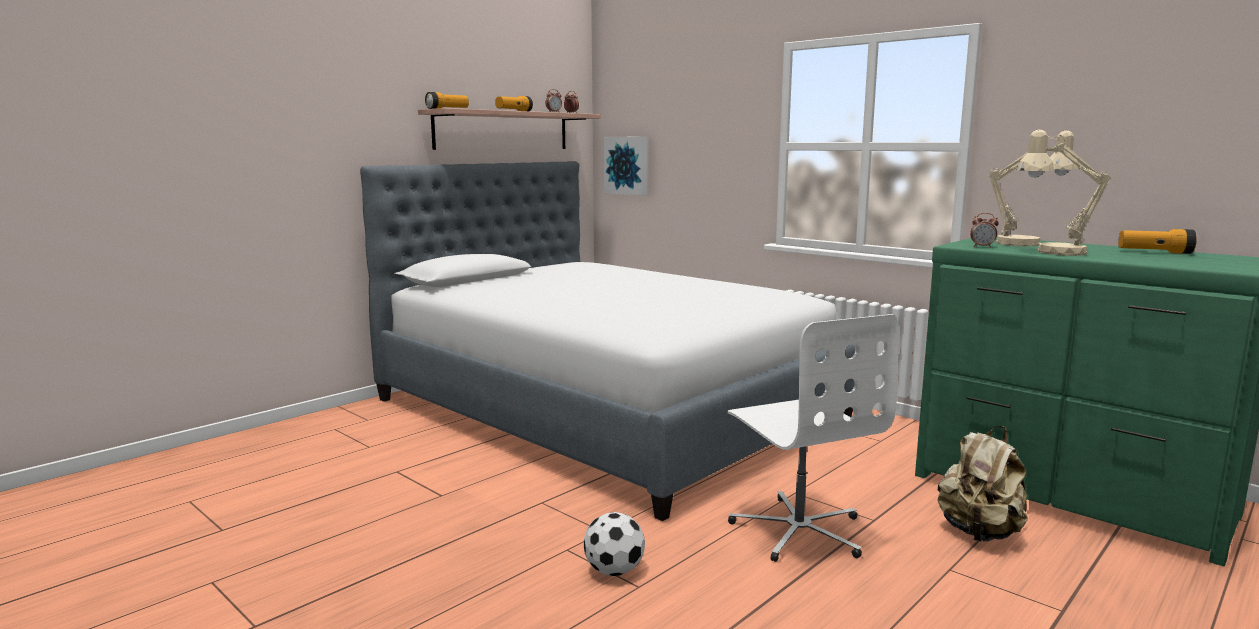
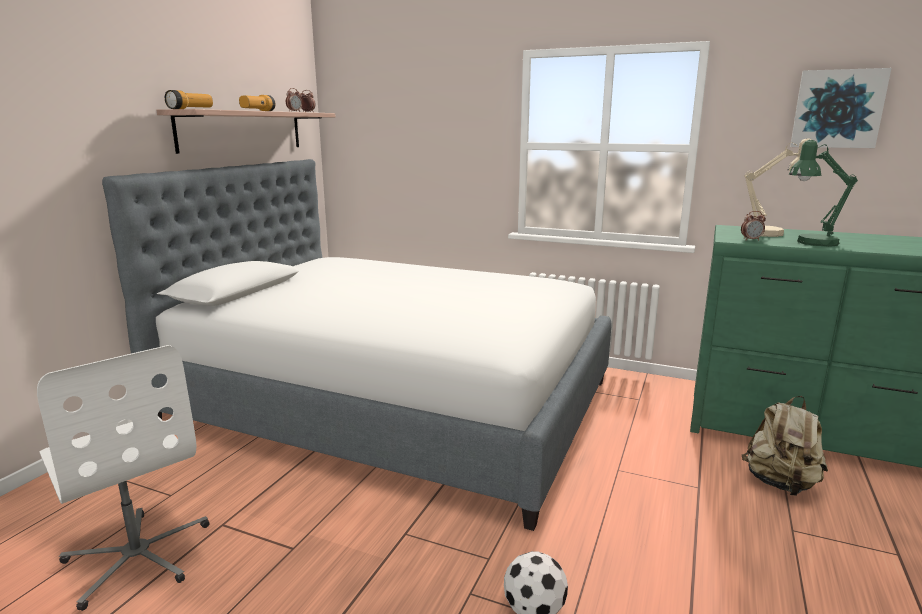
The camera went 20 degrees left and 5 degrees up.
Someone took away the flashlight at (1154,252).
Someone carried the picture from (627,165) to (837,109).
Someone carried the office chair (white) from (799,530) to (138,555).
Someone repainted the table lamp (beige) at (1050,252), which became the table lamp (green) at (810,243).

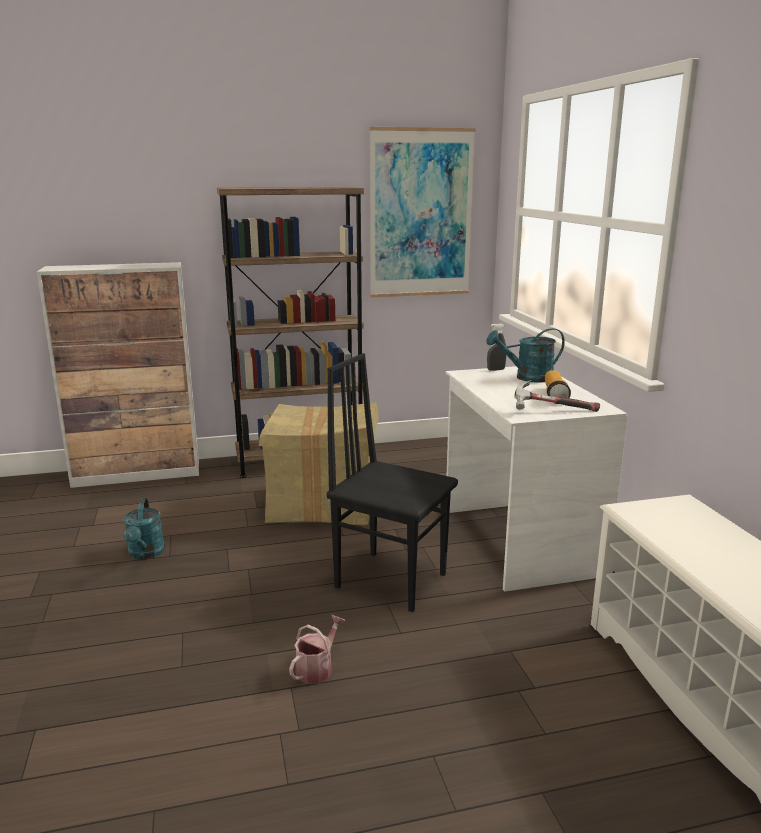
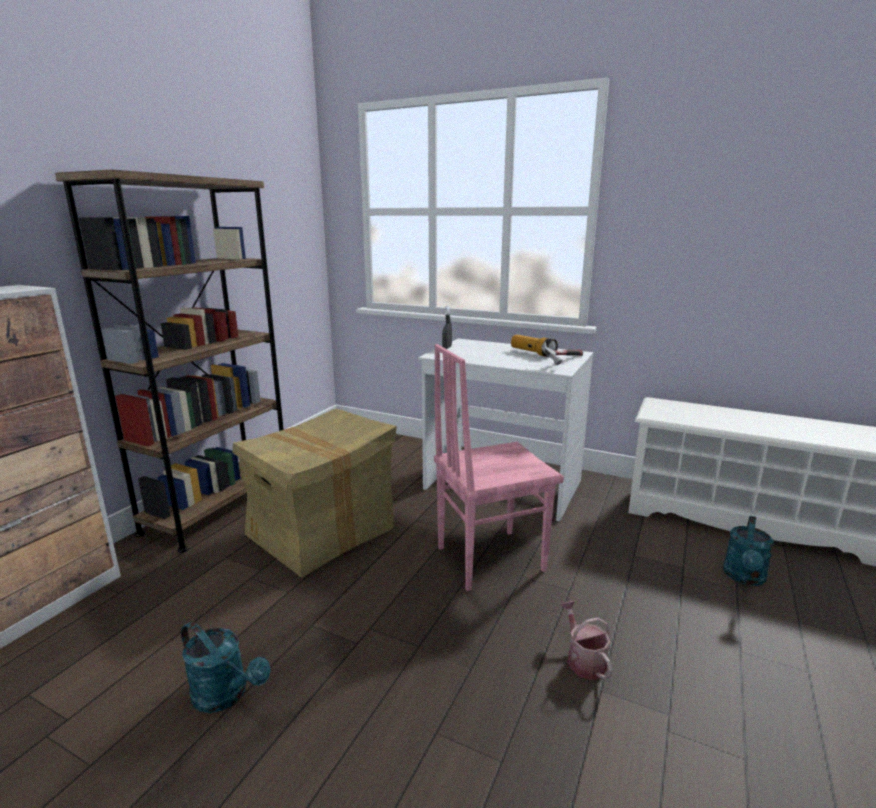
The camera went 50 degrees left and 0 degrees up.
Someone took away the picture at (421,214).
Someone carried the watering can (turquoise) from (527,378) to (744,578).
Someone repainted the chair (black) at (391,579), which became the chair (pink) at (488,558).

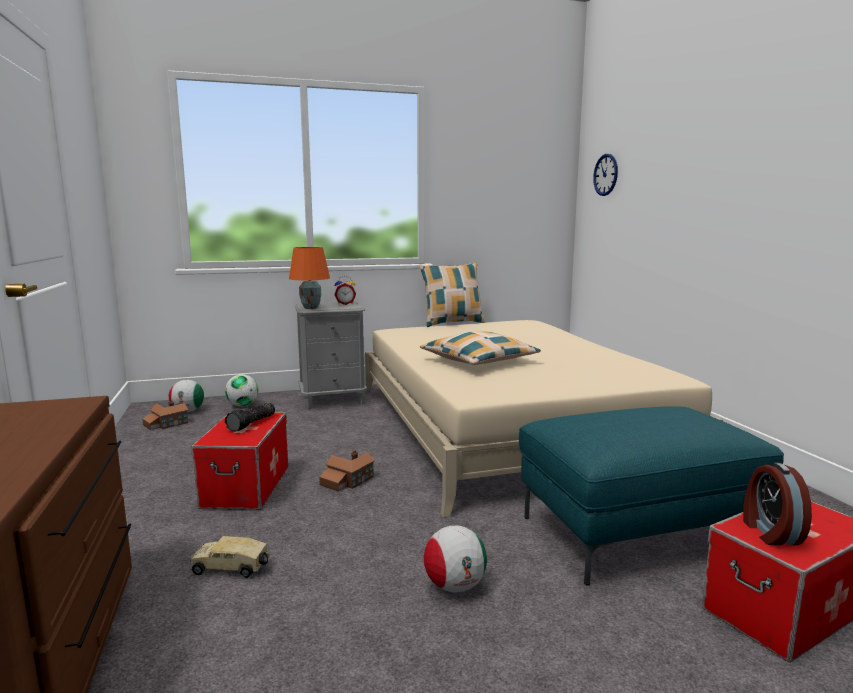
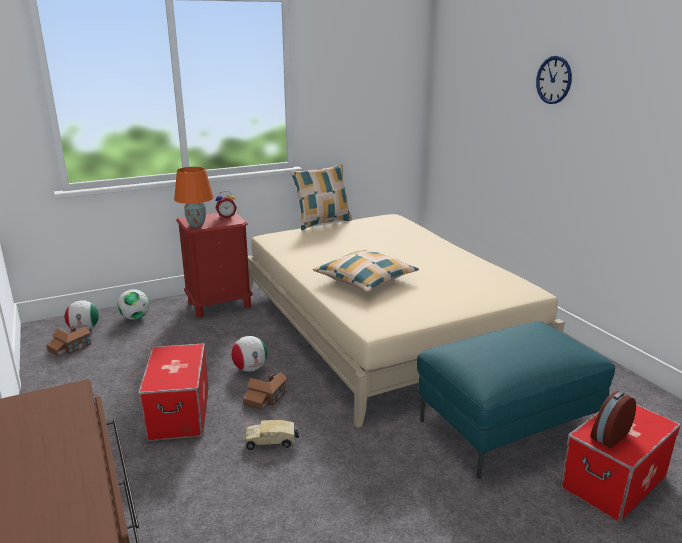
The camera went 10 degrees left and 10 degrees up.
Someone took away the flashlight at (252,424).
Someone carried the toy truck from (232,568) to (272,441).
Someone carried the football from (454,586) to (250,369).
Someone carried the wall clock from (605,175) to (554,80).
Someone repainted the nightstand (grey) at (333,400), which became the nightstand (red) at (220,304).
Someone rotated the alarm clock at (769,532) by 60 degrees clockwise.

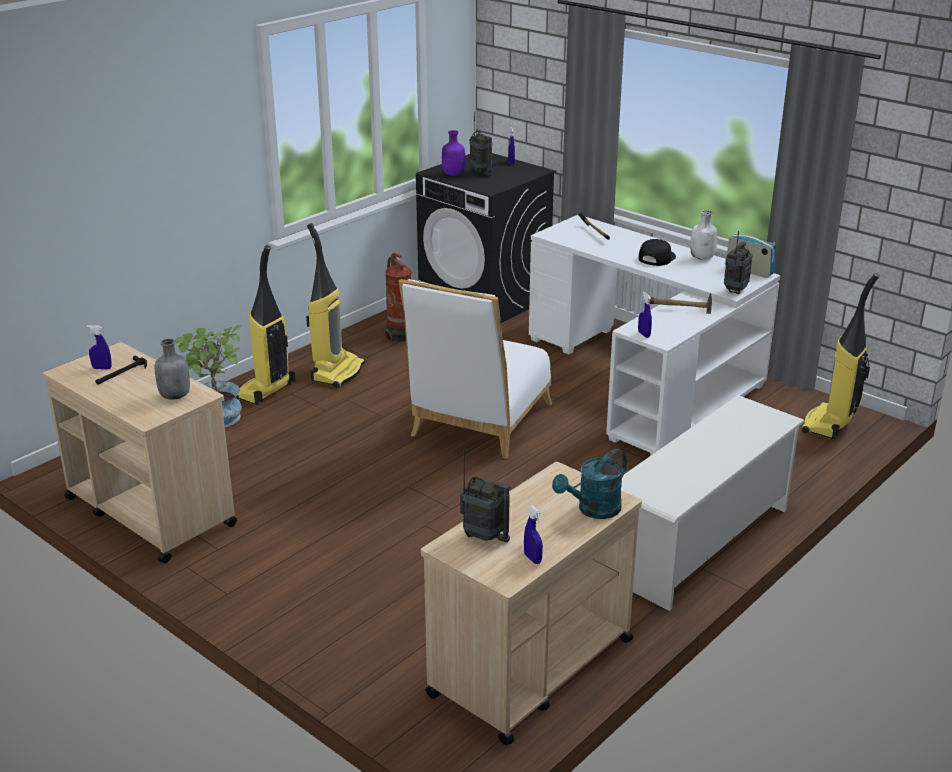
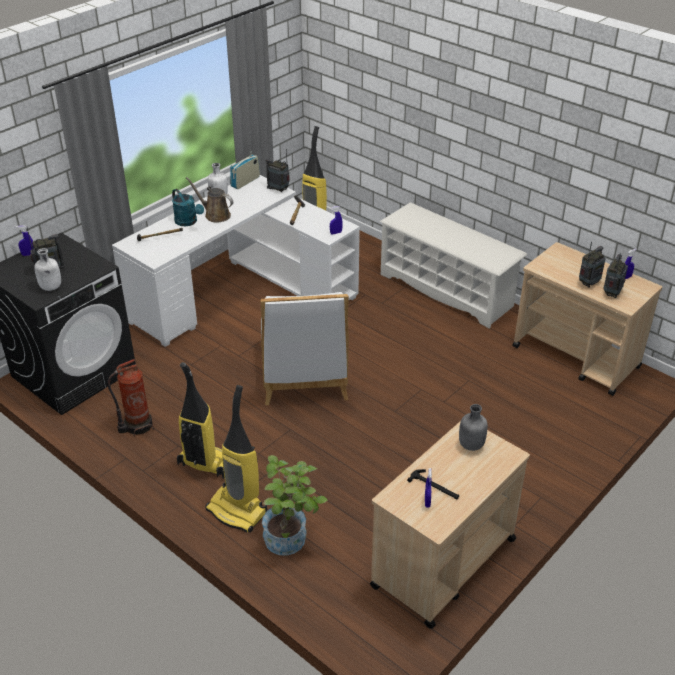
The camera went 90 degrees left and 10 degrees up.
Someone put down the radio at (588,283).
Someone carried the watering can (turquoise) from (593,510) to (188,222).
Someone swapped the cap (black) at (656,257) for the watering can (brown) at (215,215).
Someone repainted the bottle (purple) at (453,174), which became the bottle (white) at (51,287).
Someone rotated the chair (white) at (478,423) by 60 degrees clockwise.

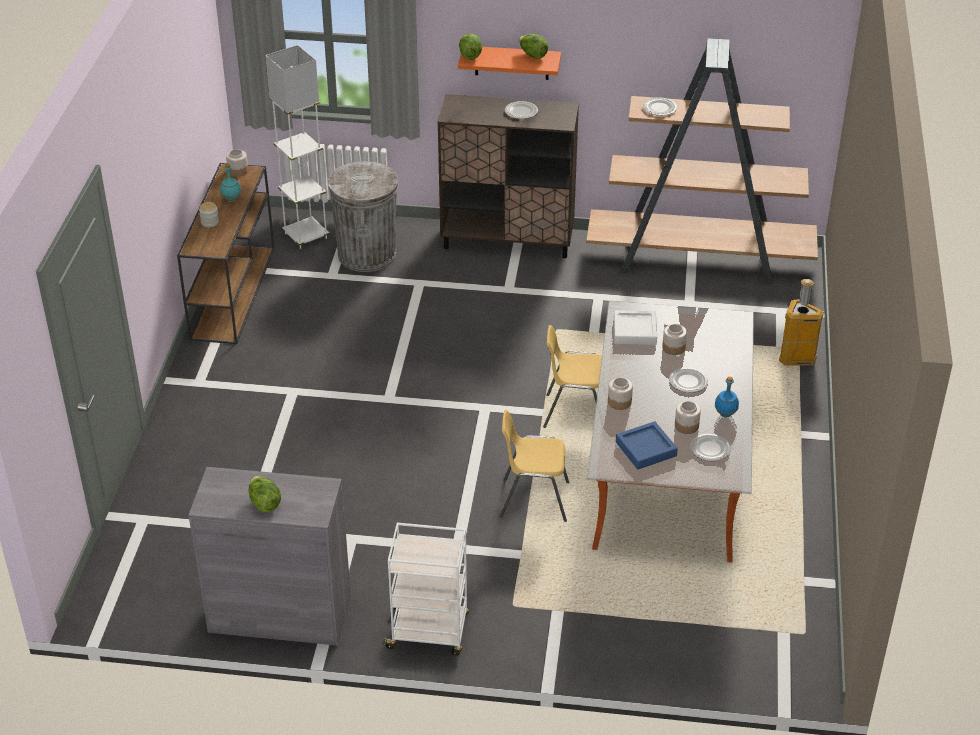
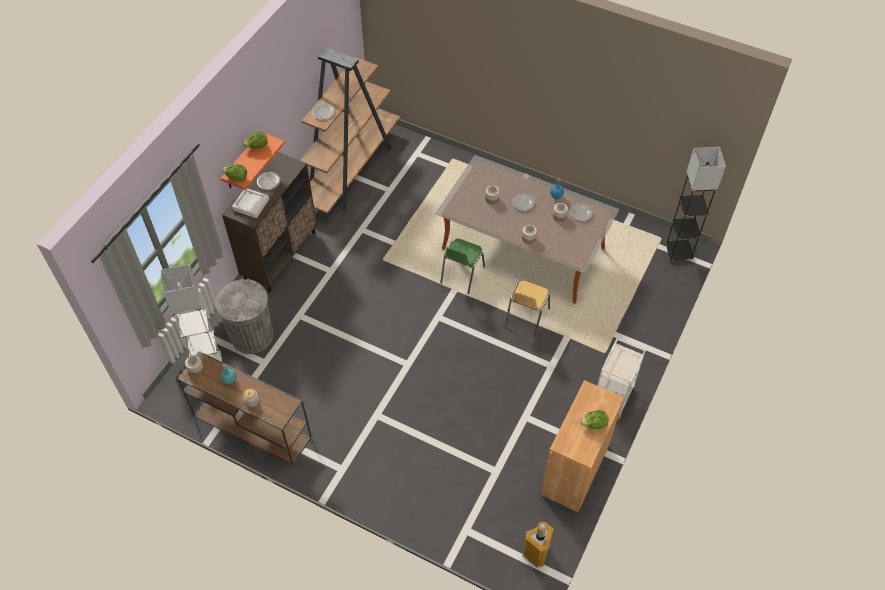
The camera went 70 degrees left and 15 degrees up.
Someone took away the tray (blue) at (646,449).
Someone put down the floor lamp (grey) at (678,252).
Someone carried the tray (white) from (635,331) to (251,205).
Someone carried the trash can from (796,359) to (537,553).
Someone repainted the cabinet (grey) at (280,614), which became the cabinet (brown) at (575,469).
Someone repainted the chair (yellow) at (575,413), which became the chair (green) at (461,275).

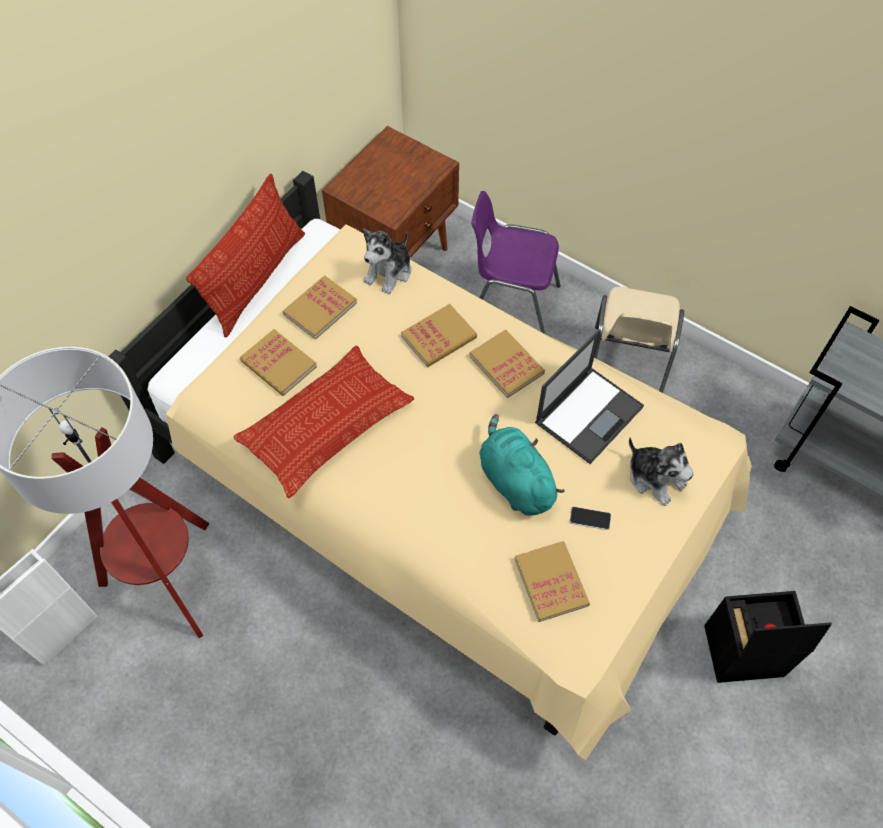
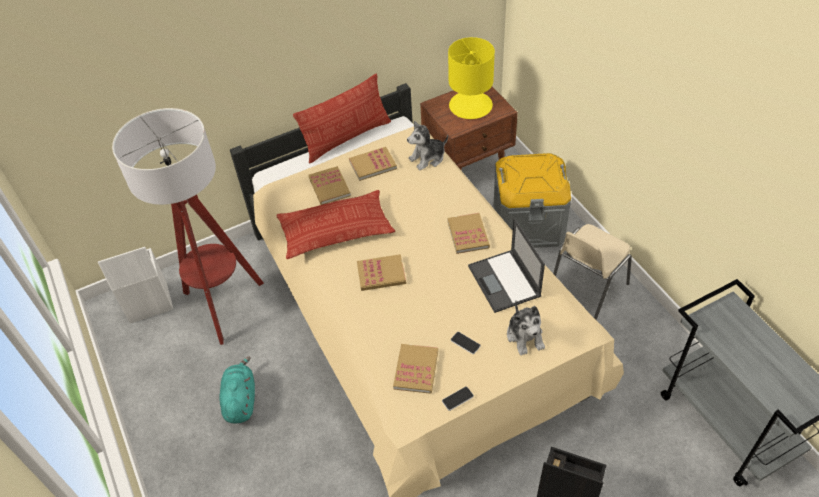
The camera went 30 degrees right and 10 degrees down.
Someone put down the phone at (457,399).
Someone put down the table lamp (yellow) at (470,105).
Someone carried the book from (439,337) to (381,274).
Someone carried the plush toy (turquoise) from (514,480) to (240,400).
Someone swapped the chair (purple) at (511,305) for the storage box (grey) at (528,224).
Someone rotated the laptop at (589,413) by 90 degrees clockwise.

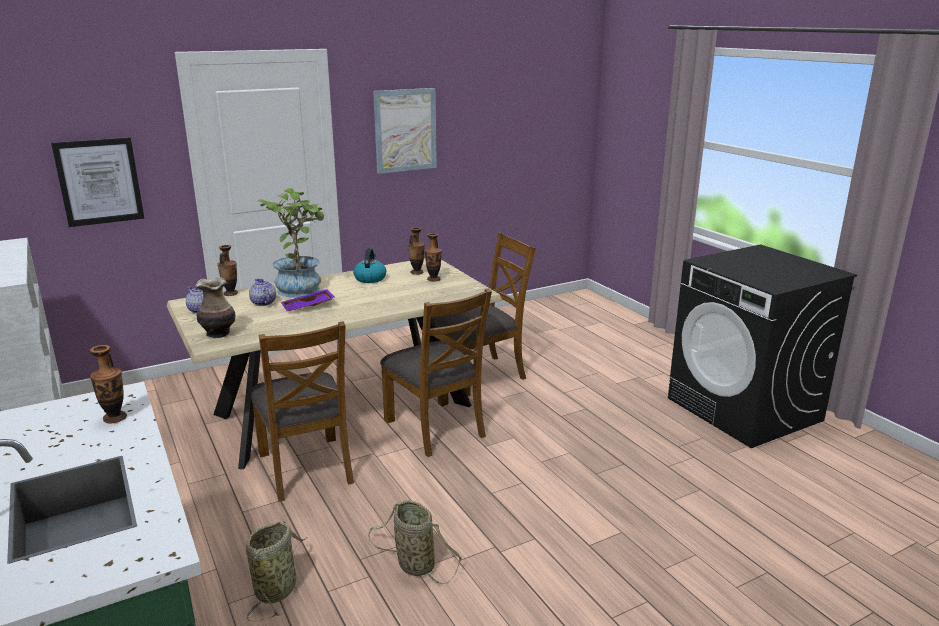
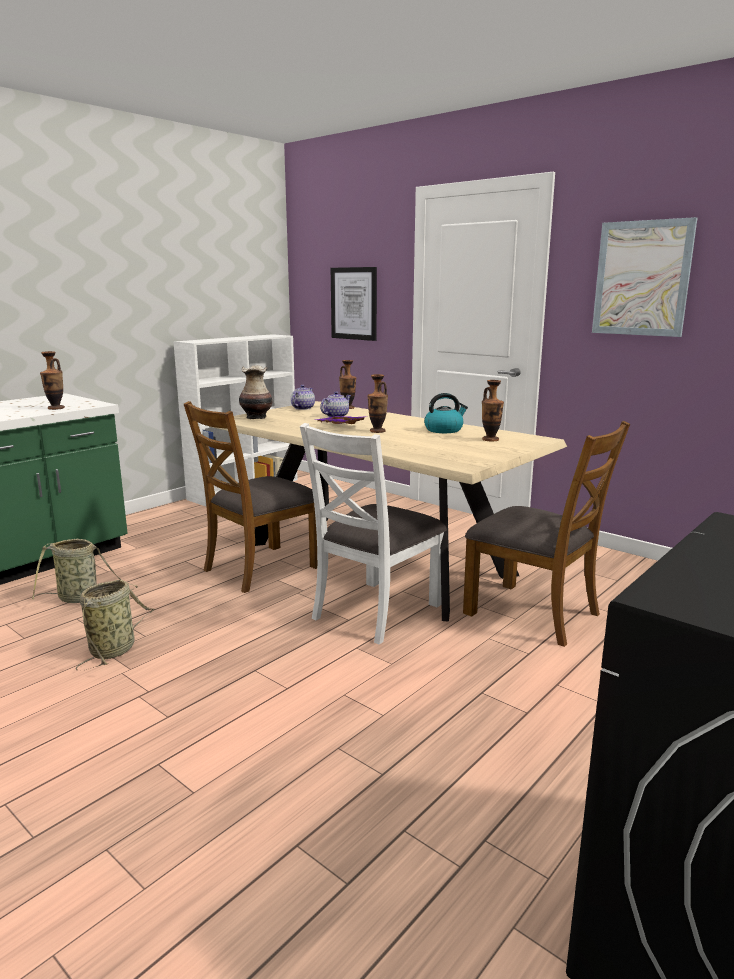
The camera went 70 degrees right and 5 degrees down.
Someone took away the potted plant at (300,287).
Someone carried the vase from (433,279) to (377,431).
Someone repainted the chair (brown) at (436,428), which became the chair (white) at (375,611).

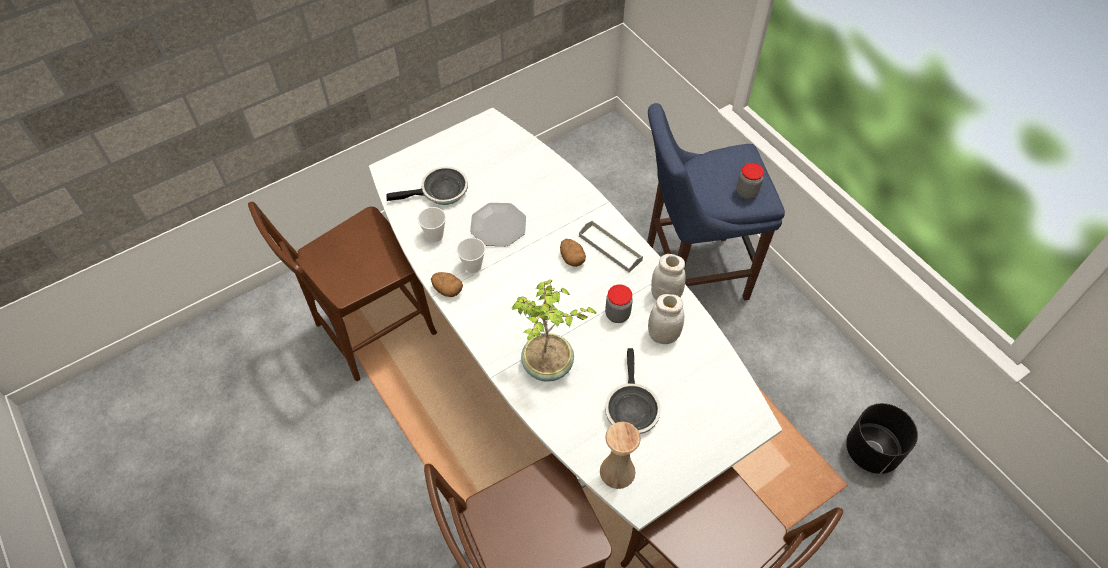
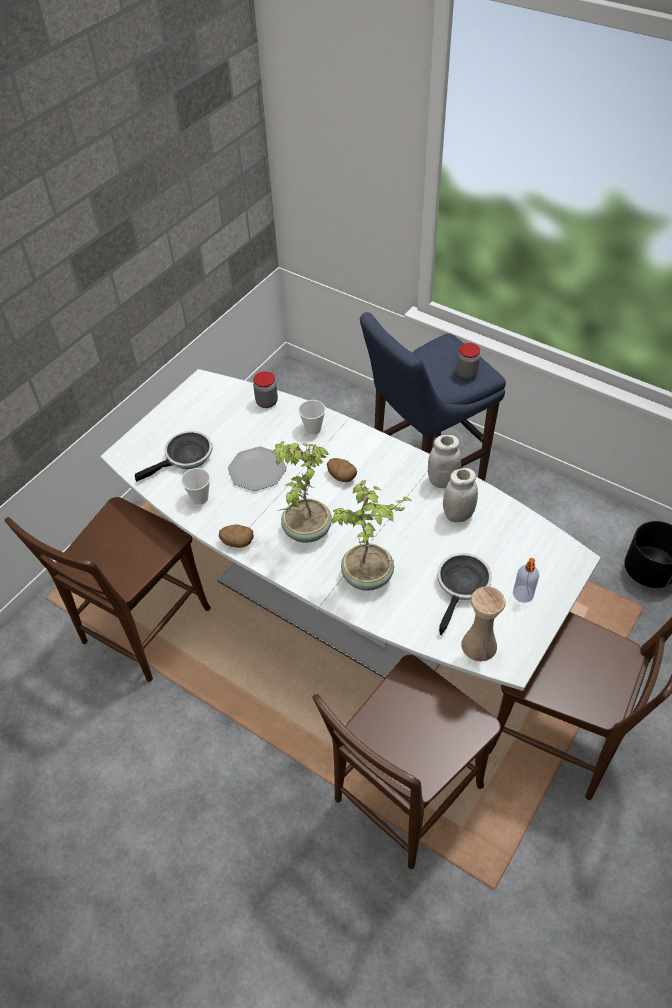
The camera went 20 degrees left and 5 degrees down.
Someone took away the tray (grey) at (610,248).
Someone put down the potted plant at (305,530).
Someone put down the soap dispenser at (523,595).
Someone carried the cup from (473,266) to (313,429).
Someone carried the jar from (617,314) to (267,402).
Someone rotated the frying pan at (631,408) by 135 degrees counterclockwise.

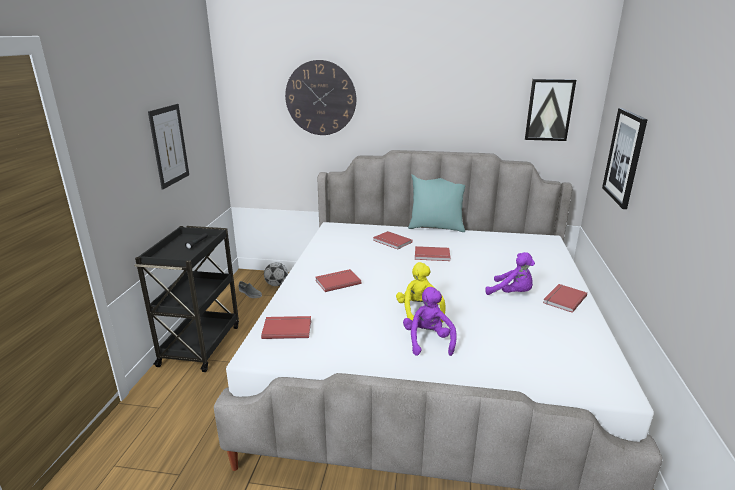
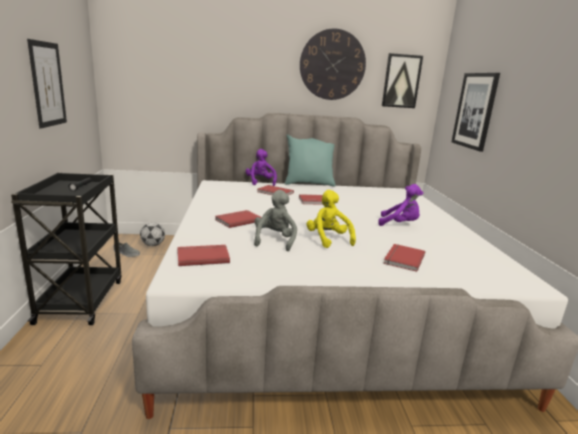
The camera went 15 degrees left and 5 degrees down.
Someone put down the plush toy (grey) at (274,240).
Someone carried the wall clock from (320,98) to (332,65).
Someone carried the plush toy (purple) from (428,341) to (260,182).
Someone carried the book (red) from (563,299) to (402,259).

